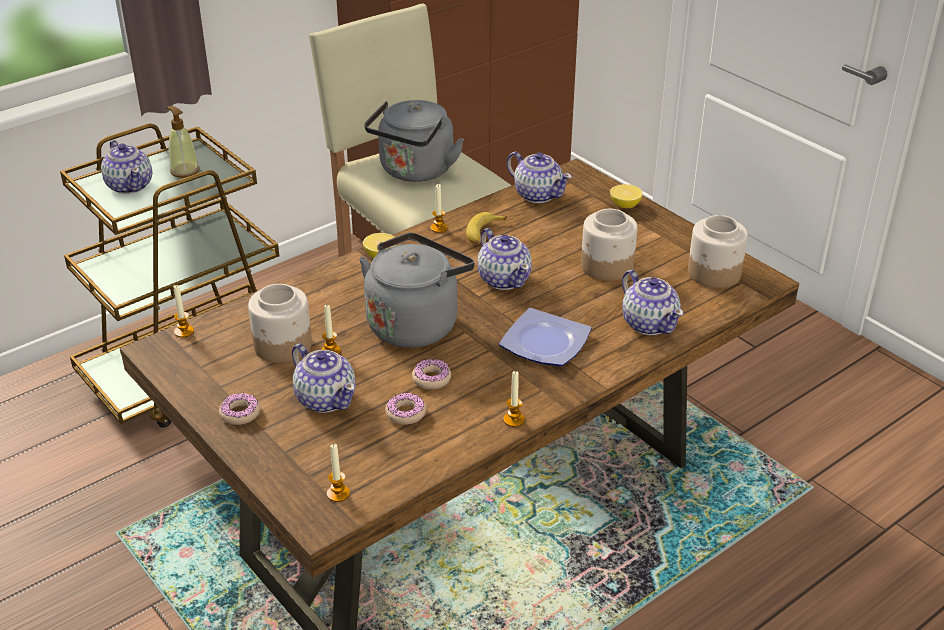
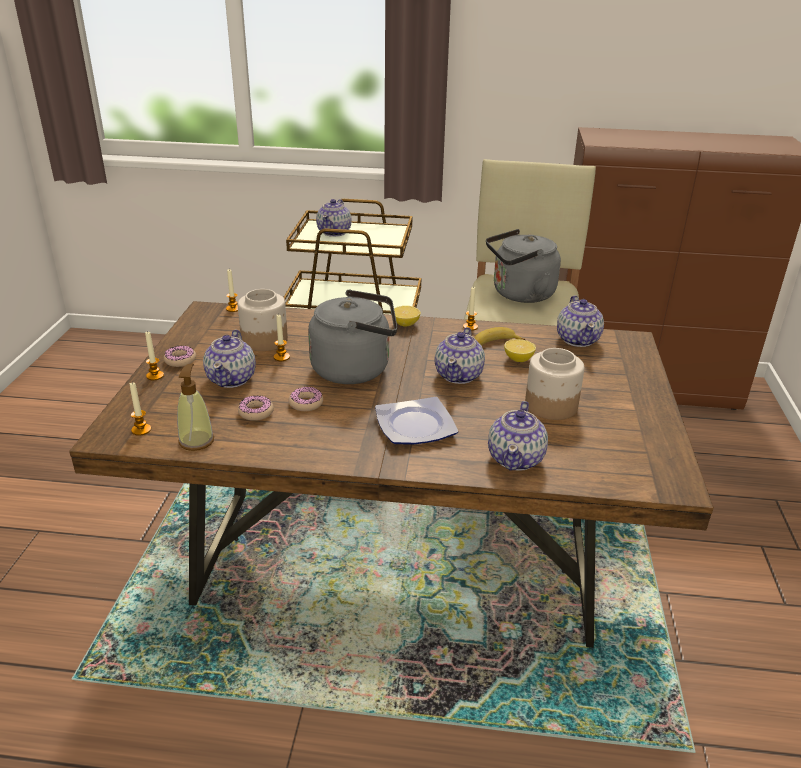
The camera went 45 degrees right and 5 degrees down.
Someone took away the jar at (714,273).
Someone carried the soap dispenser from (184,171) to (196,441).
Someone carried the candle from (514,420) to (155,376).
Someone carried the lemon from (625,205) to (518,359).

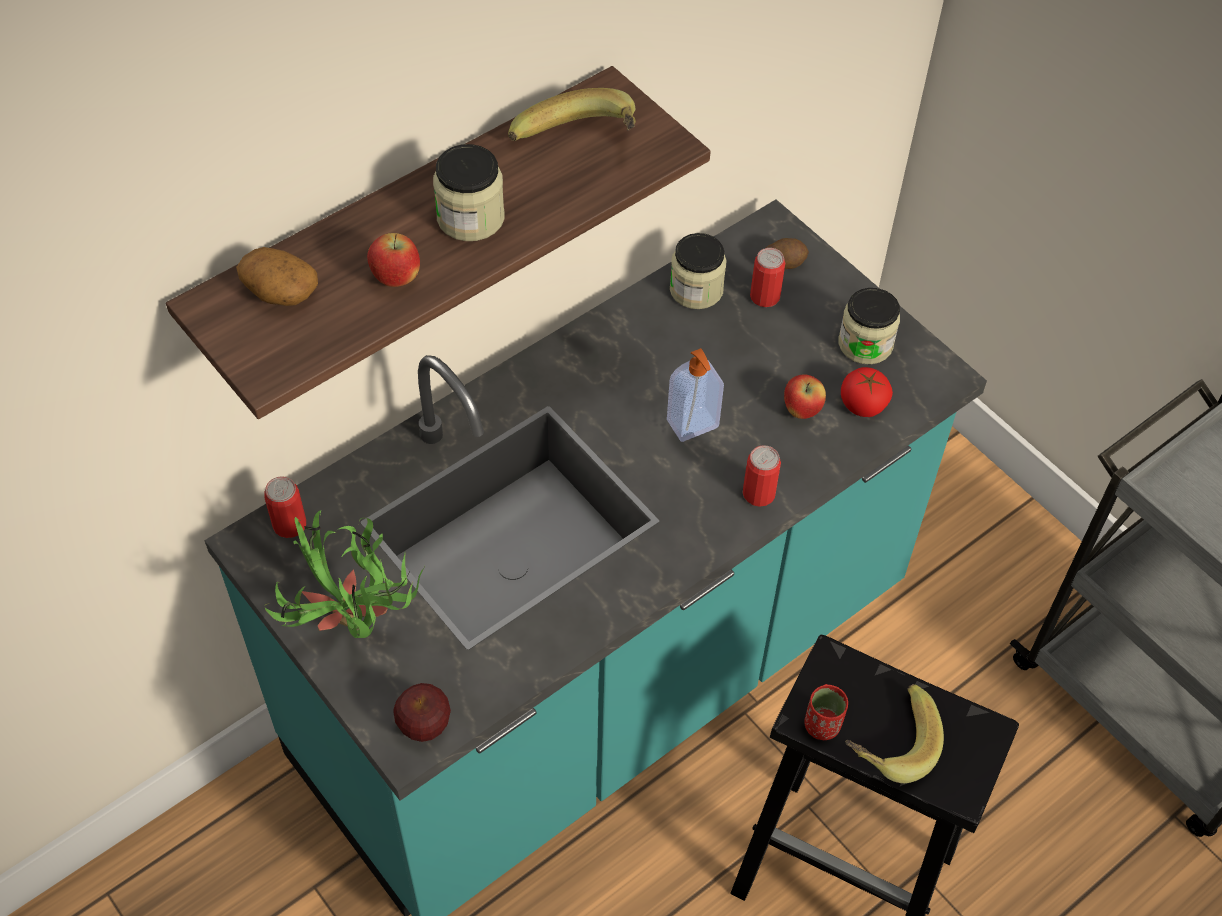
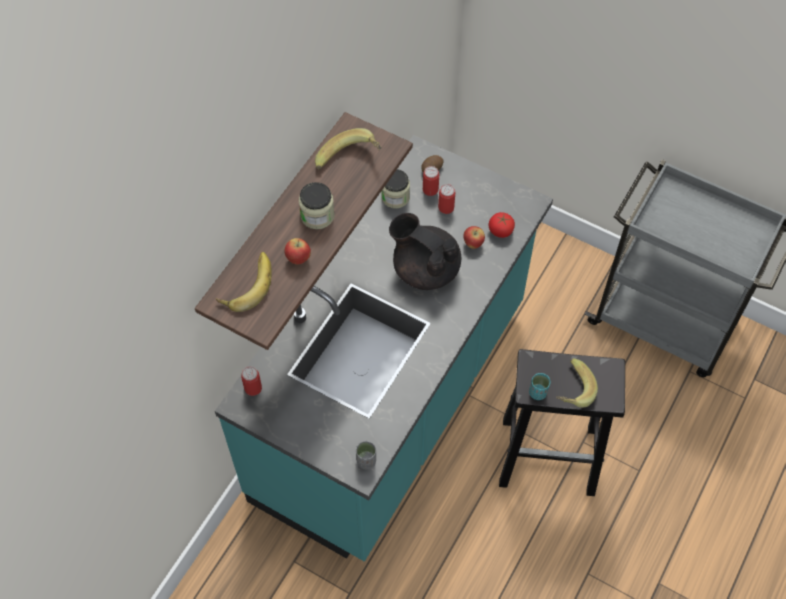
The camera went 20 degrees left and 5 degrees up.
Someone took away the potted plant at (355,634).
Someone took away the jar at (865,344).
Someone carried the can from (759,493) to (446,207).
Someone swapped the potato at (279,291) for the banana at (246,284).
Someone swapped the apple at (424,725) for the cup (grey) at (366,461).
Someone swapped the soap dispenser at (693,425) for the teapot (black) at (425,269).
Someone repainted the cup (red) at (822,725), which became the cup (turquoise) at (538,393).

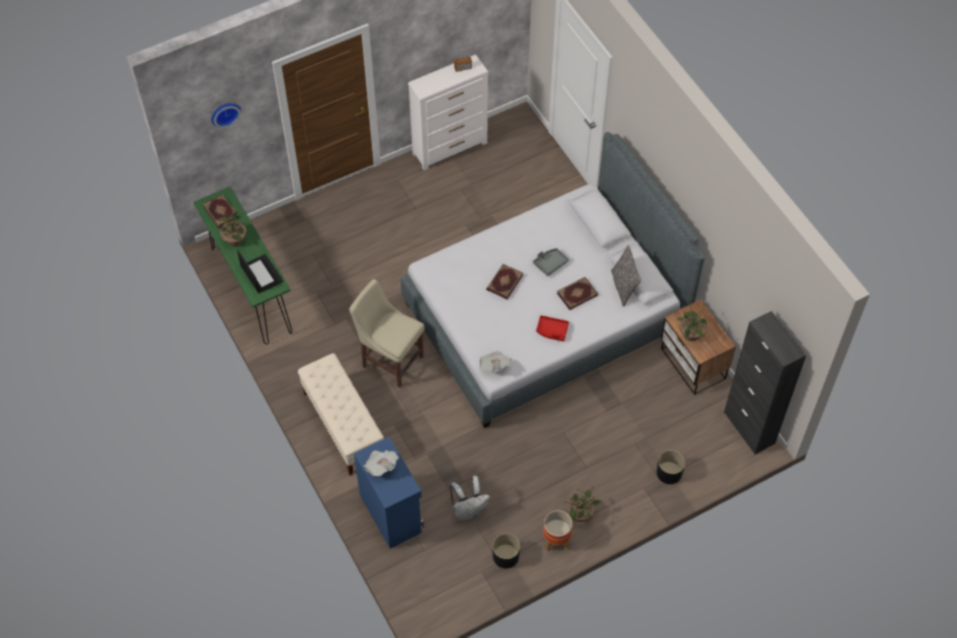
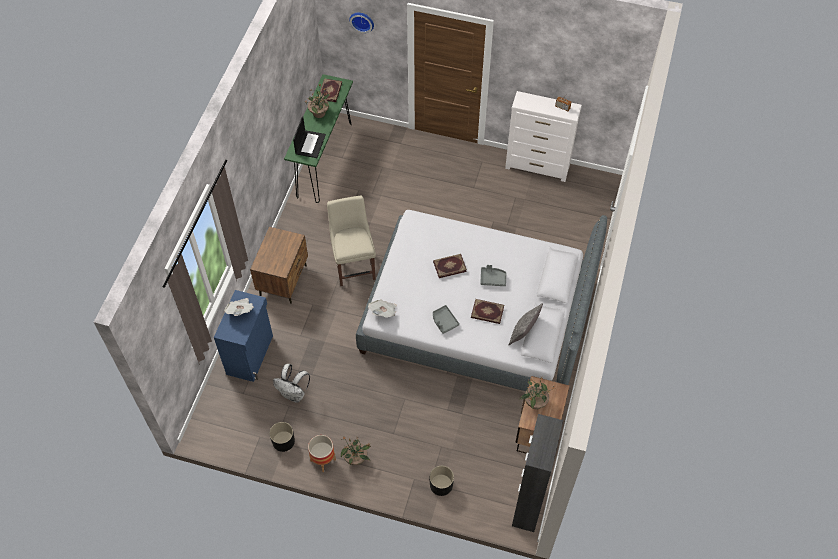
The camera went 45 degrees right and 0 degrees up.
Someone swapped the bench (beige) at (343,425) for the nightstand (brown) at (284,280).
Someone repainted the tray (red) at (552,331), which became the tray (grey) at (444,321).

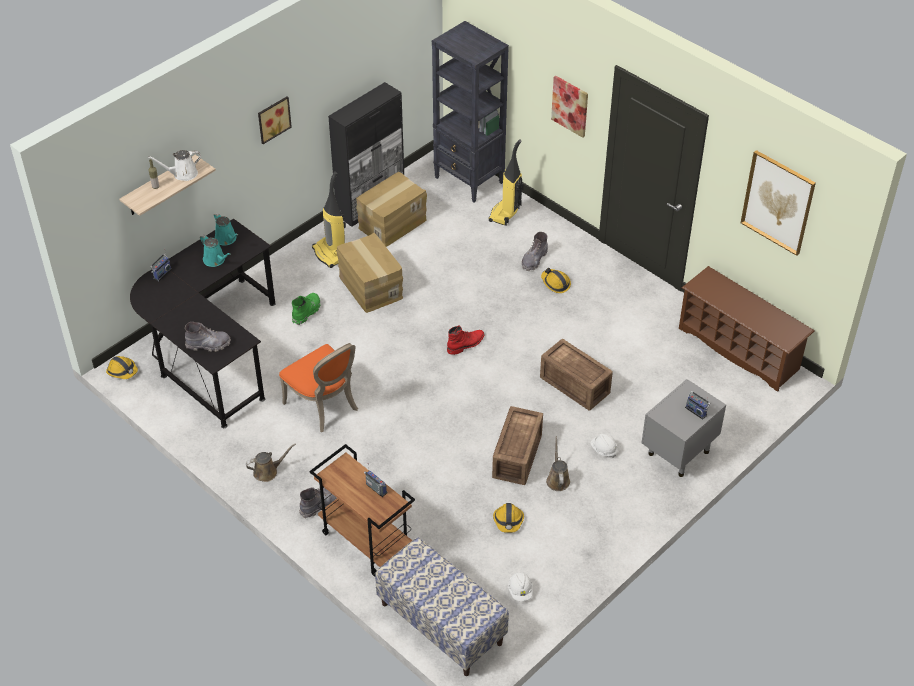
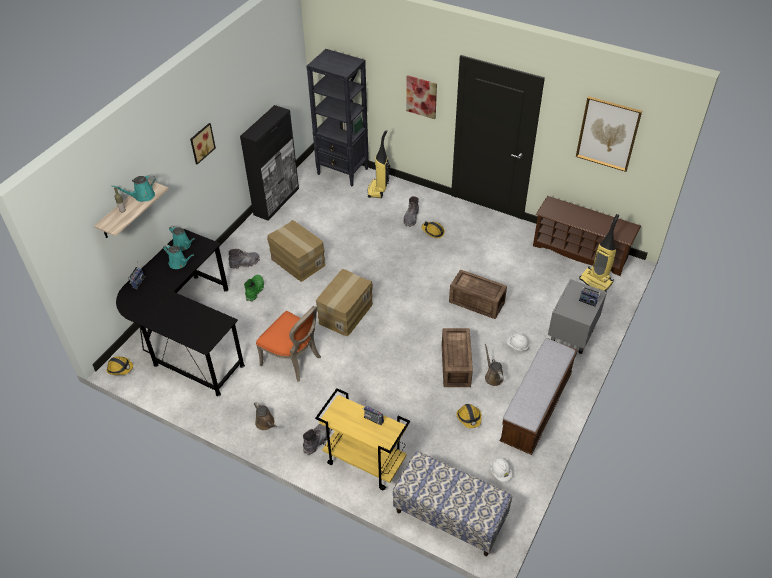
The camera went 15 degrees left and 0 degrees up.
Someone took away the boot (red) at (466,344).
Someone put down the bench at (536,408).
Someone carried the boot (grey) from (208,345) to (245,263).
Someone carried the vacuum cleaner from (330,254) to (596,281).
Someone carried the cardboard box from (392,223) to (345,313).
Someone repainted the watering can (white) at (182,174), which became the watering can (turquoise) at (142,196).
Someone repainted the cart (brown) at (365,541), which became the cart (yellow) at (364,462).
Someone rotated the watering can (brown) at (268,471) by 90 degrees clockwise.

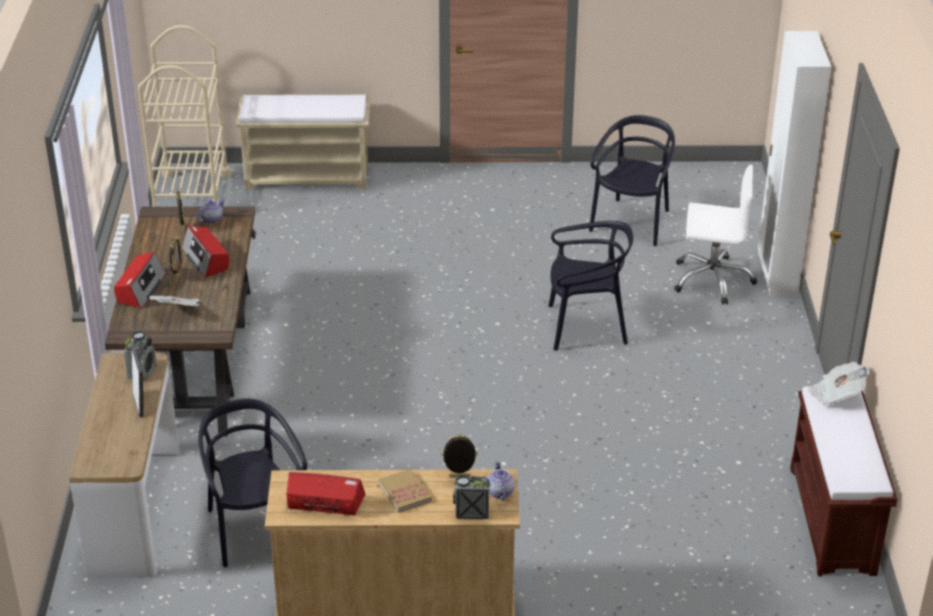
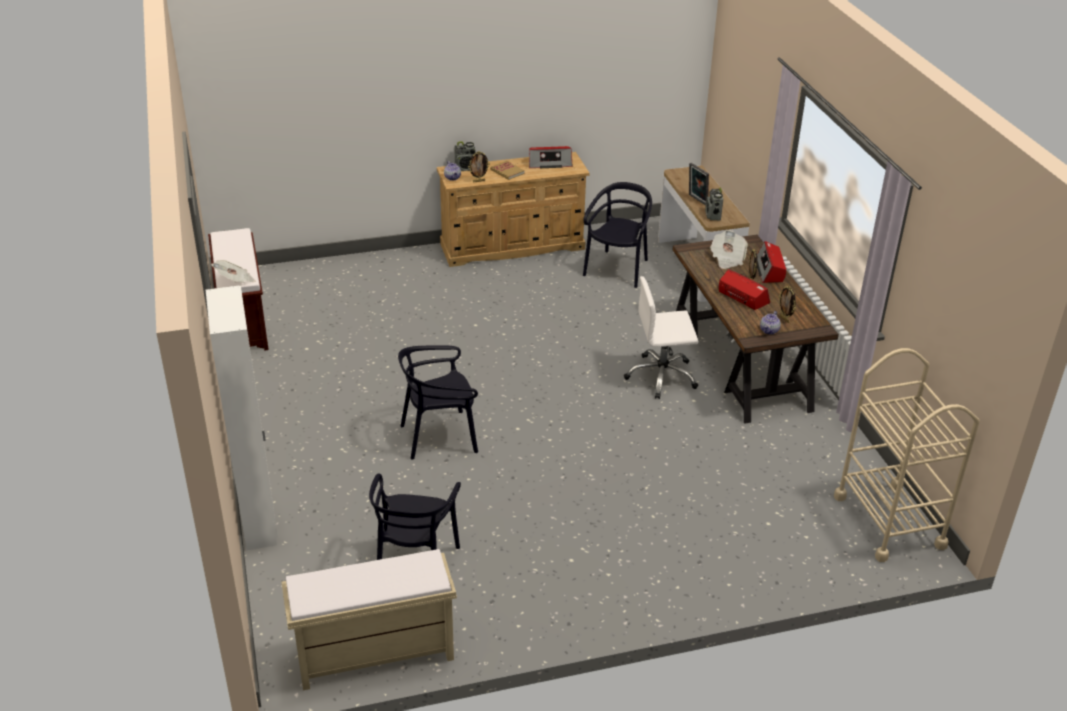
The camera went 165 degrees right and 0 degrees up.
Someone carried the bench (beige) from (308,177) to (373,655).
Someone carried the office chair (white) from (712,279) to (661,377).
Someone rotated the chair (black) at (254,528) by 120 degrees counterclockwise.

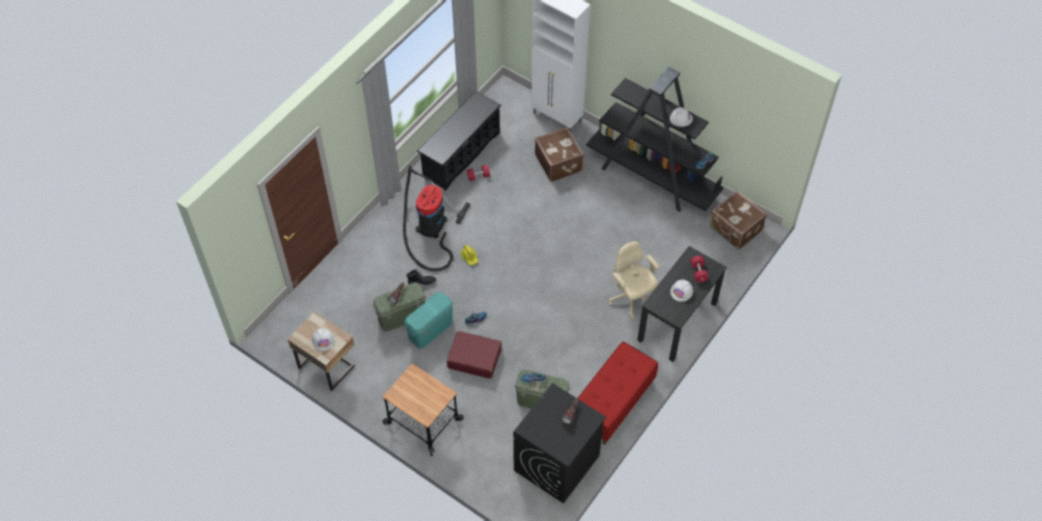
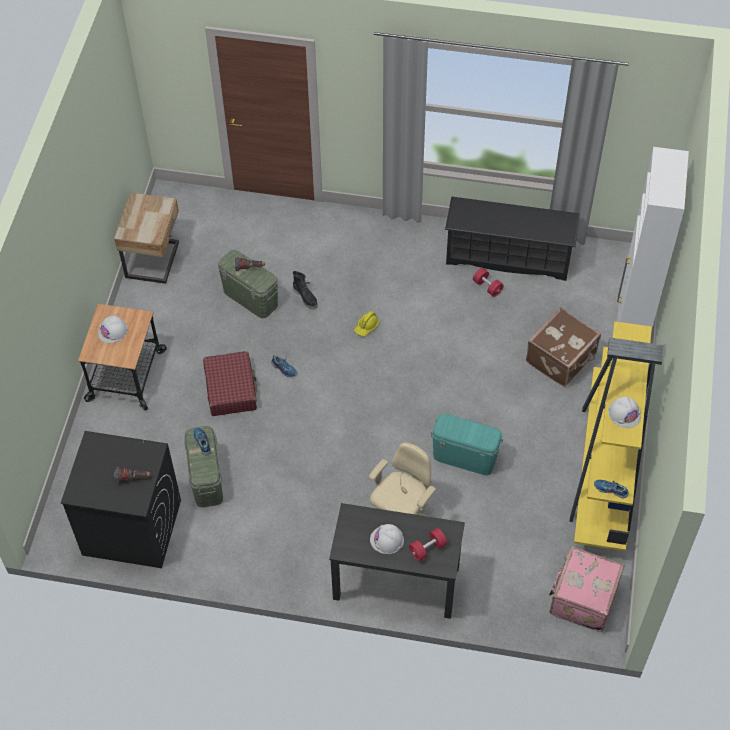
The camera went 65 degrees right and 0 degrees up.
Someone took away the vacuum cleaner at (431,228).
Someone took away the bench (red) at (613,403).
Someone carried the hard hat (white) from (323,340) to (113,331).
Someone carried the storage box (turquoise) from (430,329) to (465,457).
Someone repainted the bookcase (black) at (652,177), which became the bookcase (yellow) at (605,469).
Someone repainted the suitcase (brown) at (735,229), which became the suitcase (pink) at (582,598).

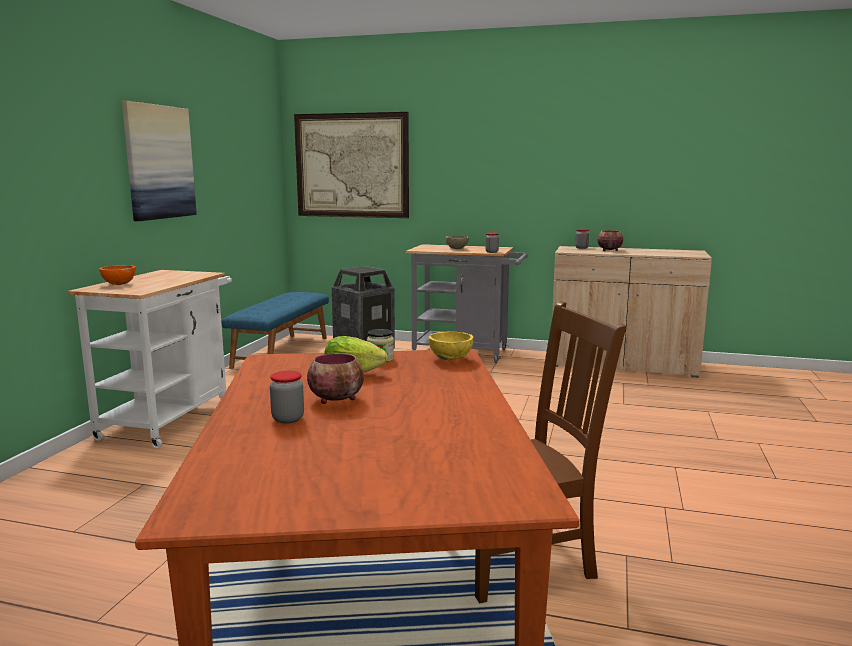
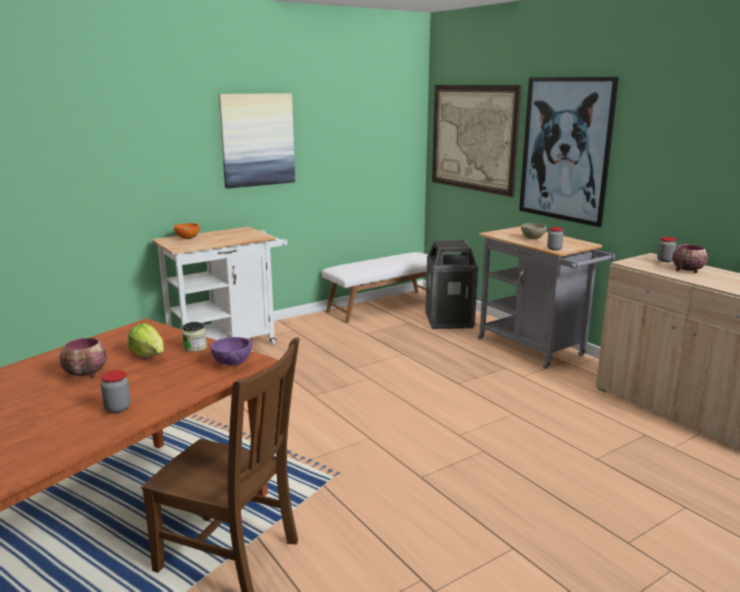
The camera went 40 degrees right and 5 degrees up.
Someone put up the picture at (565,149).
Someone carried the jar from (288,419) to (118,408).
Someone repainted the bench (blue) at (281,352), which became the bench (white) at (383,306).
Someone repainted the bowl (yellow) at (451,359), which became the bowl (purple) at (233,364).

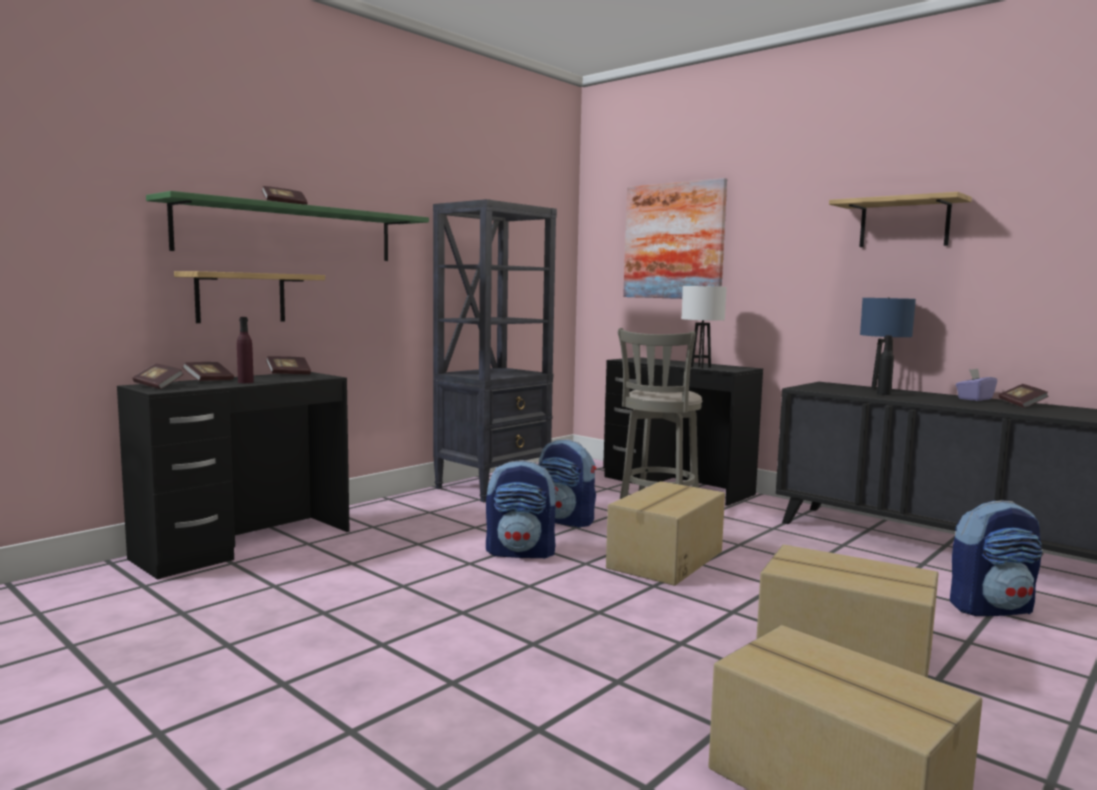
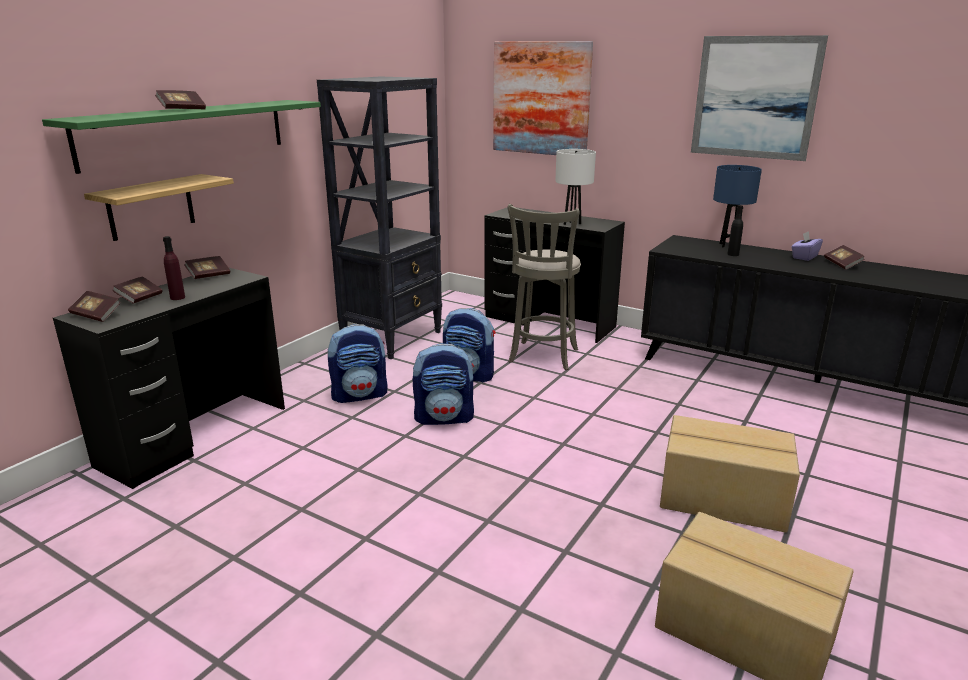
The camera went 10 degrees left and 15 degrees up.
Someone took away the cardboard box at (664,560).
Someone carried the backpack from (991,608) to (360,395).
Someone swapped the shelf at (904,223) for the picture at (755,98).

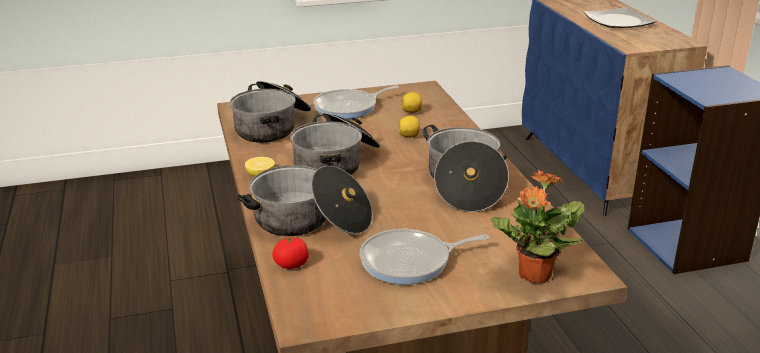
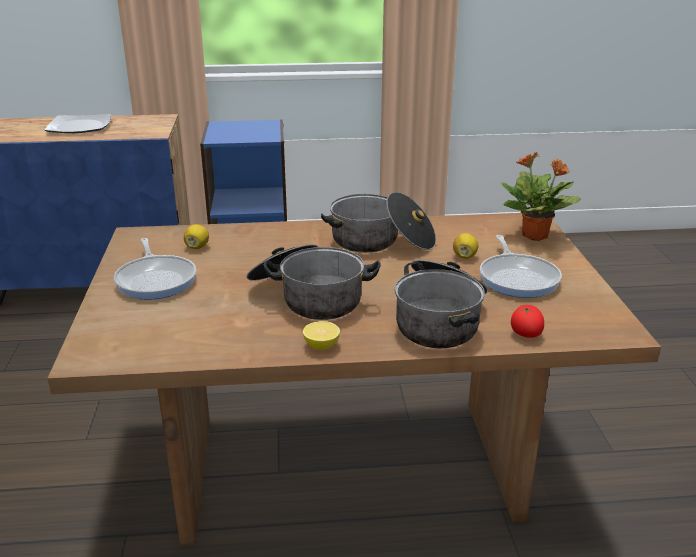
The camera went 80 degrees left and 0 degrees up.
Someone took away the cooking pot at (272,126).
Someone carried the lemon from (409,136) to (464,256).

